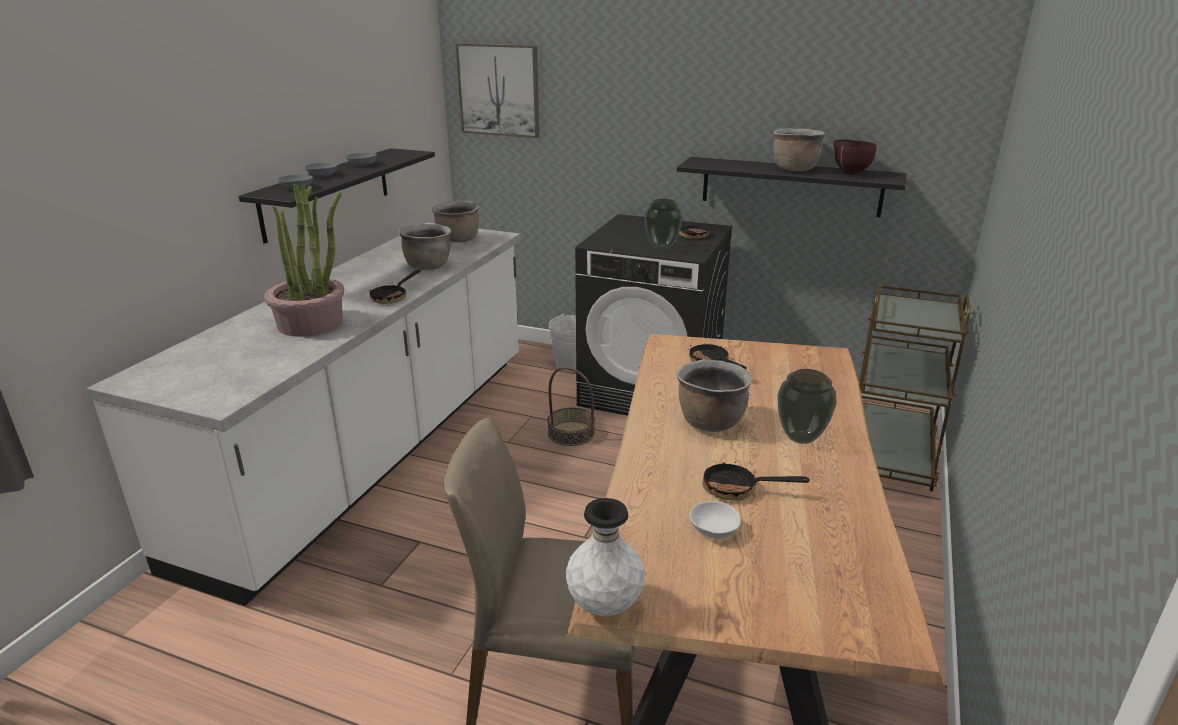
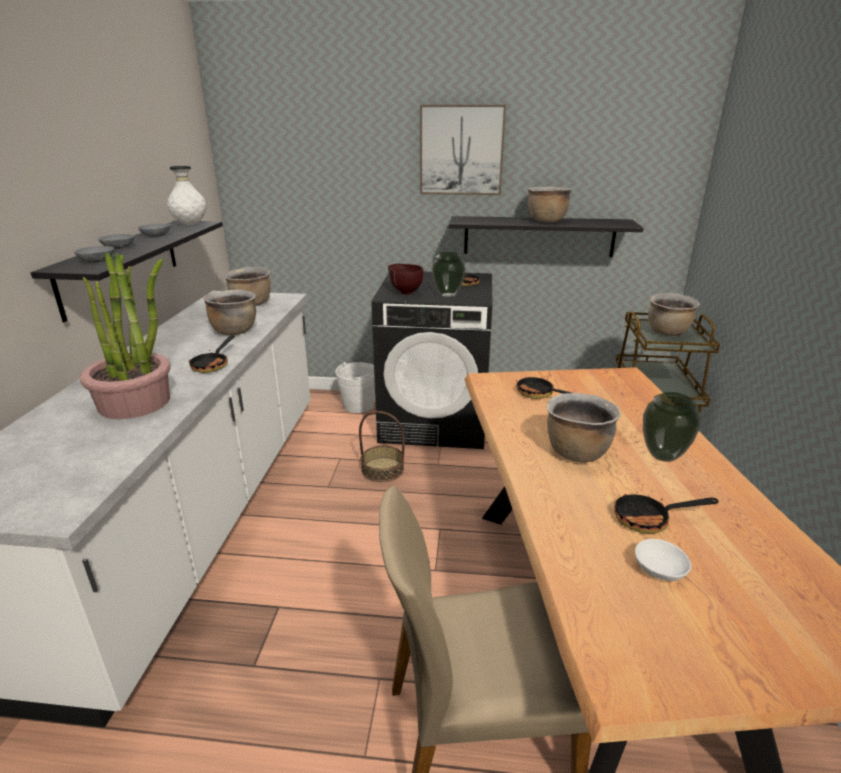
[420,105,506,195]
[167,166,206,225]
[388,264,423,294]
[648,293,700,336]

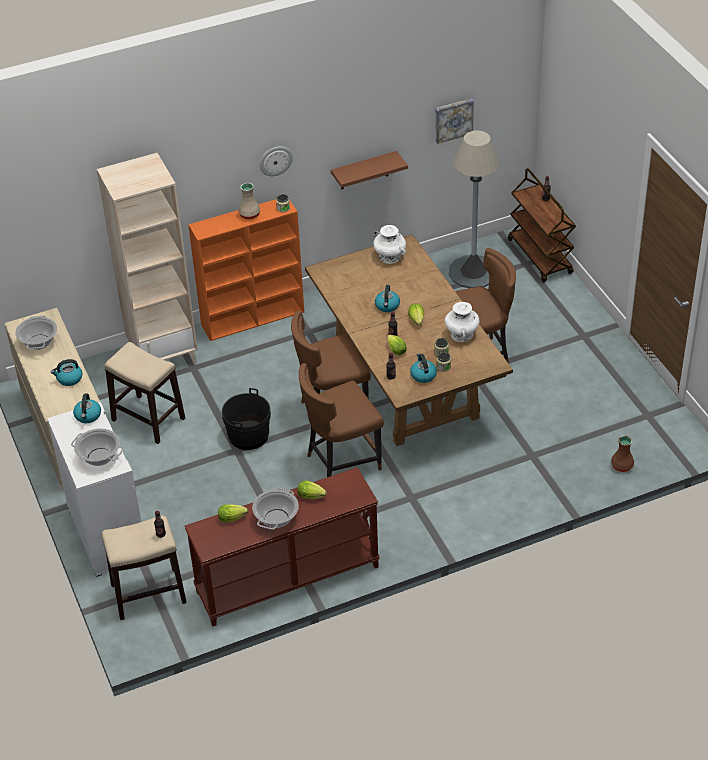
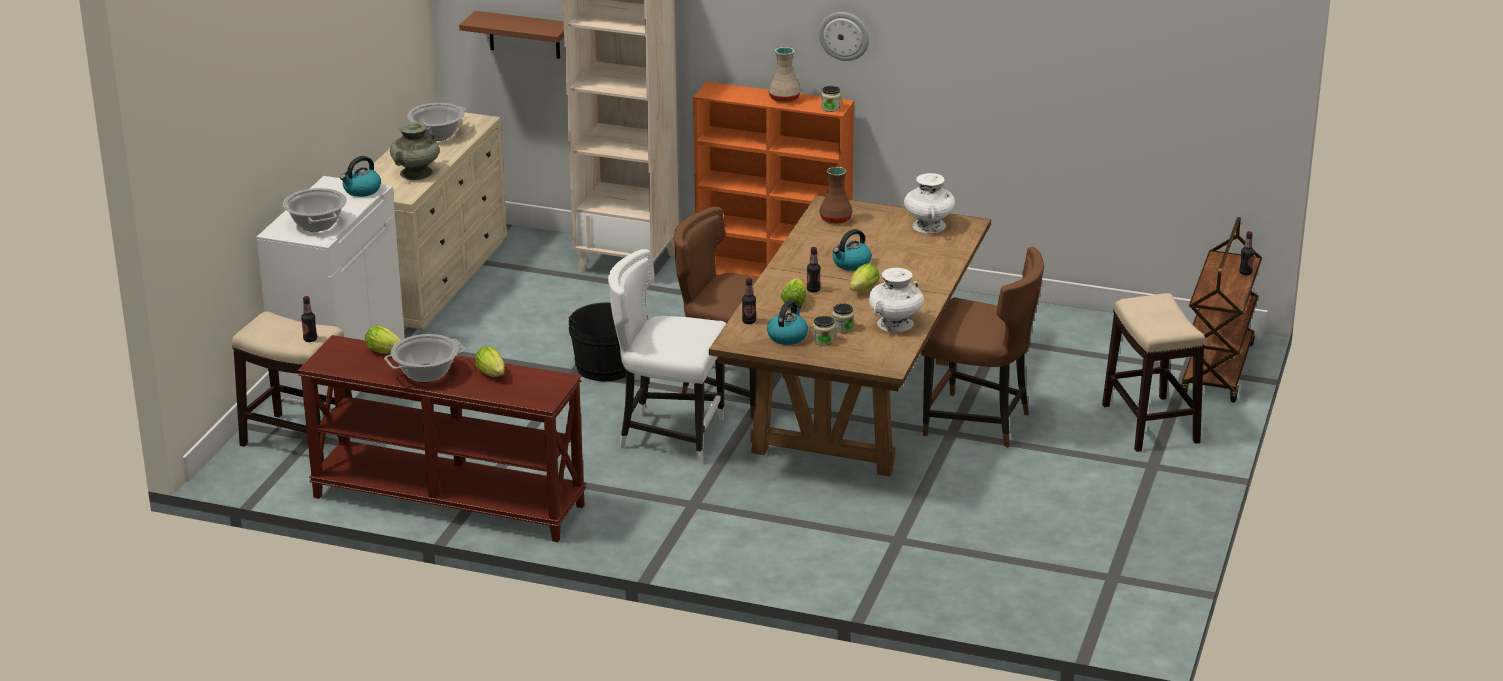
[390,122,440,180]
[1102,293,1205,452]
[608,249,727,464]
[459,11,564,59]
[435,98,474,144] (first image)
[449,130,500,288] (first image)
[819,167,853,224]

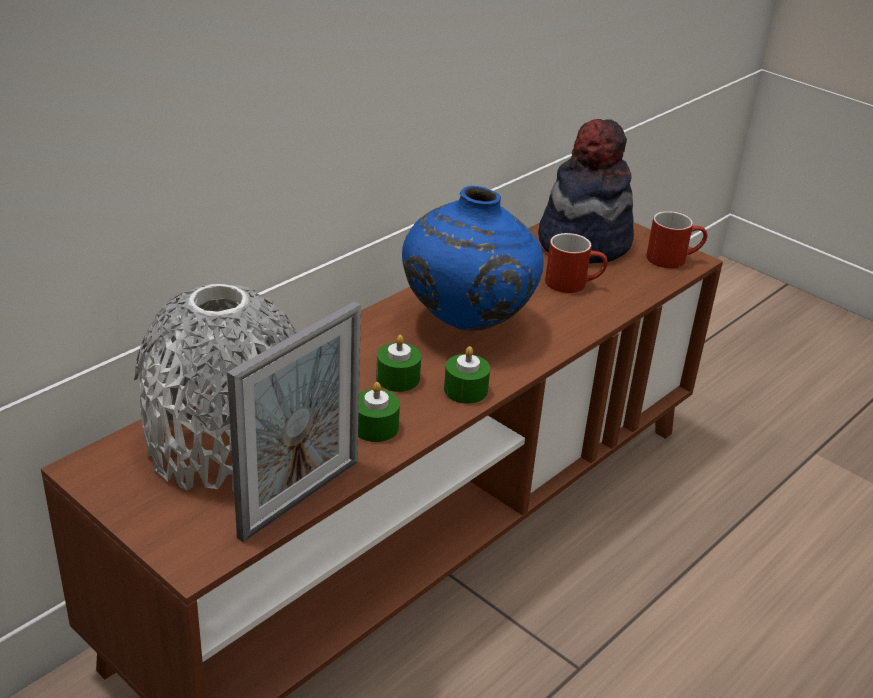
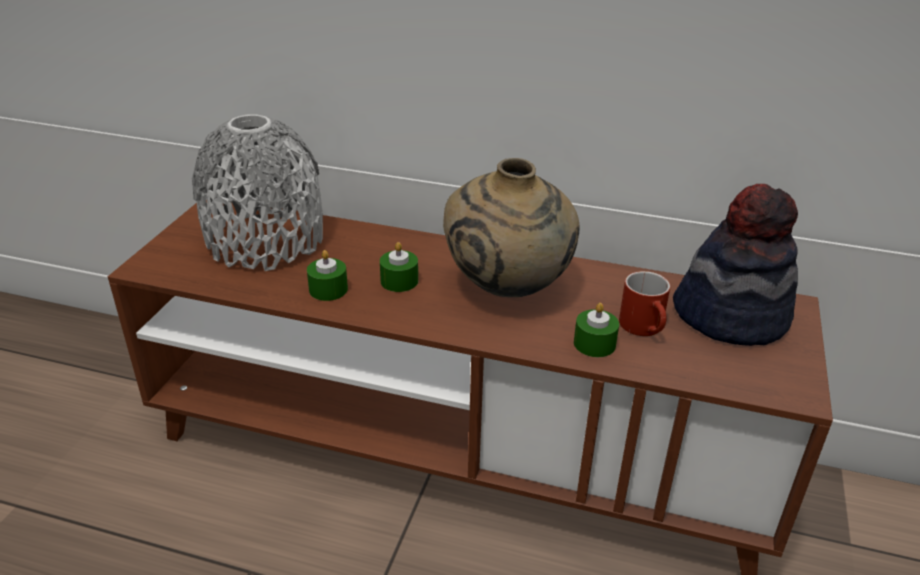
[227,301,361,542] (first image)
[443,158,579,297]
[574,303,619,357]
[646,211,707,268] (first image)

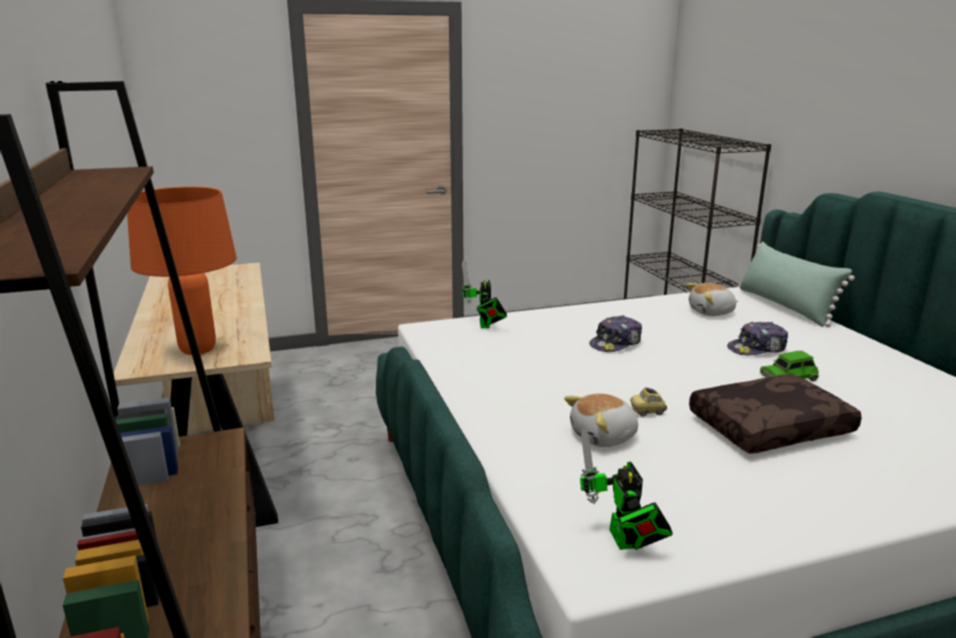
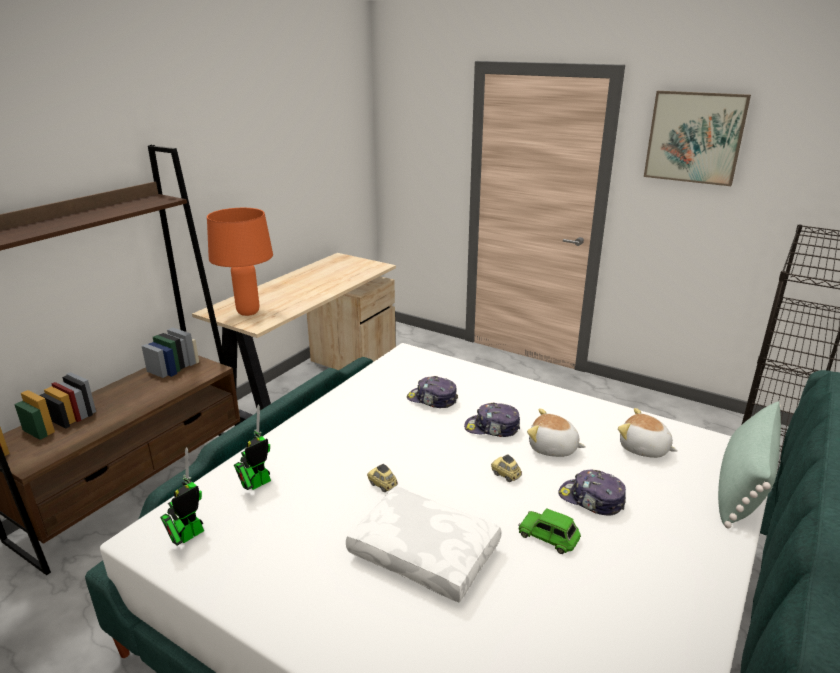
[234,404,271,490]
[527,408,586,457]
[346,486,502,602]
[407,376,458,408]
[491,454,522,482]
[644,91,751,186]

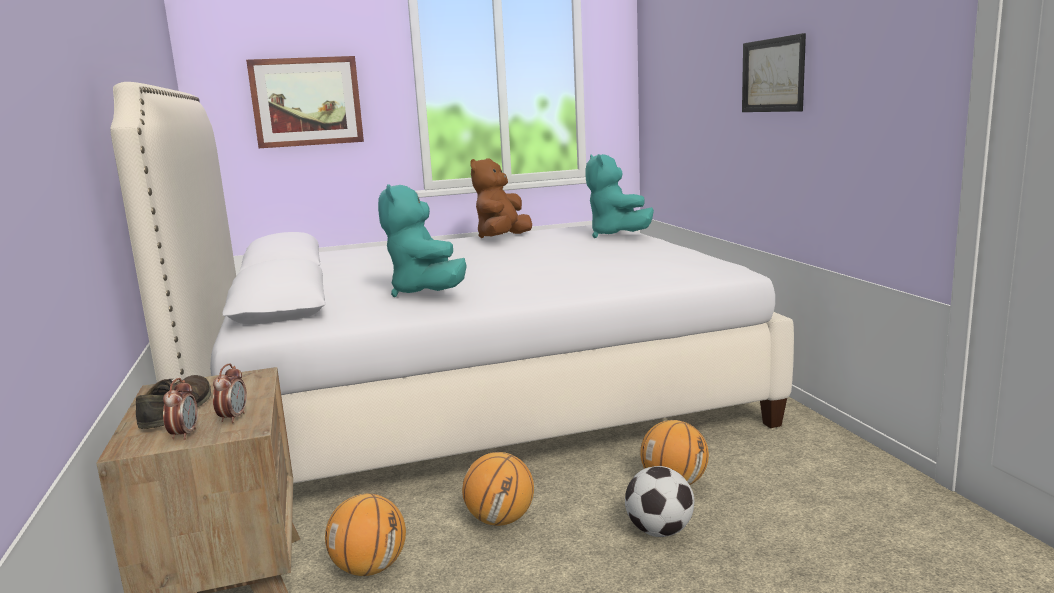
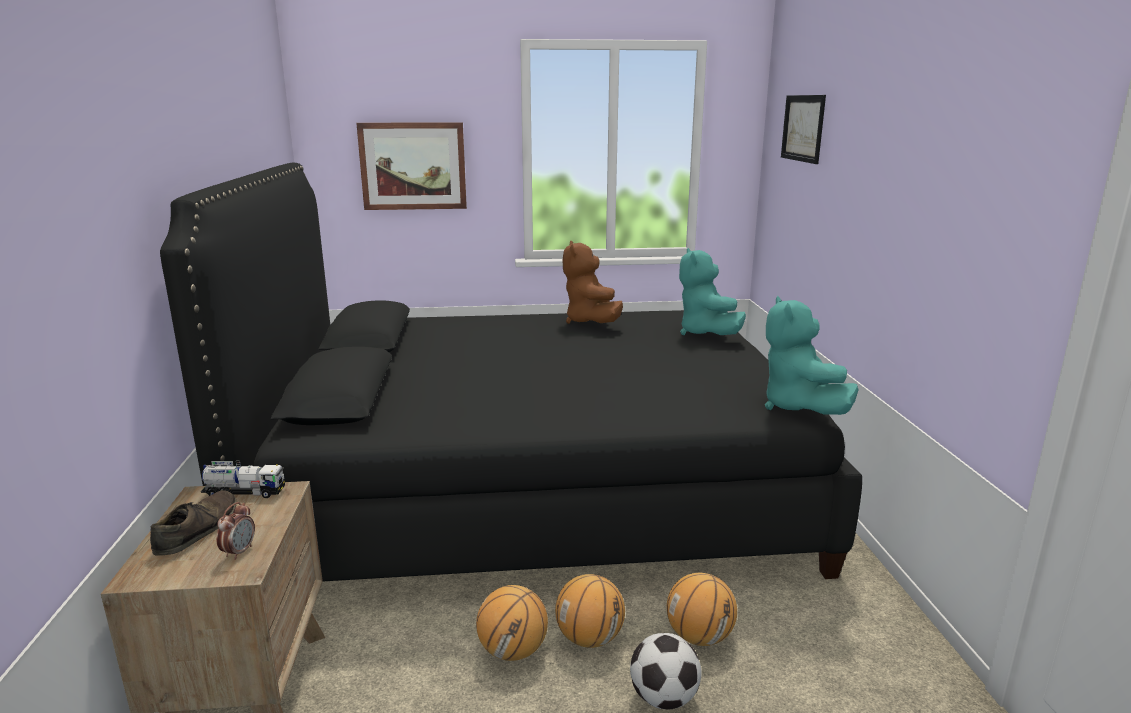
[160,163,862,581]
[163,378,198,440] (first image)
[555,574,625,648]
[765,296,859,415]
[563,241,623,324]
[781,95,826,164]
[201,461,285,498]

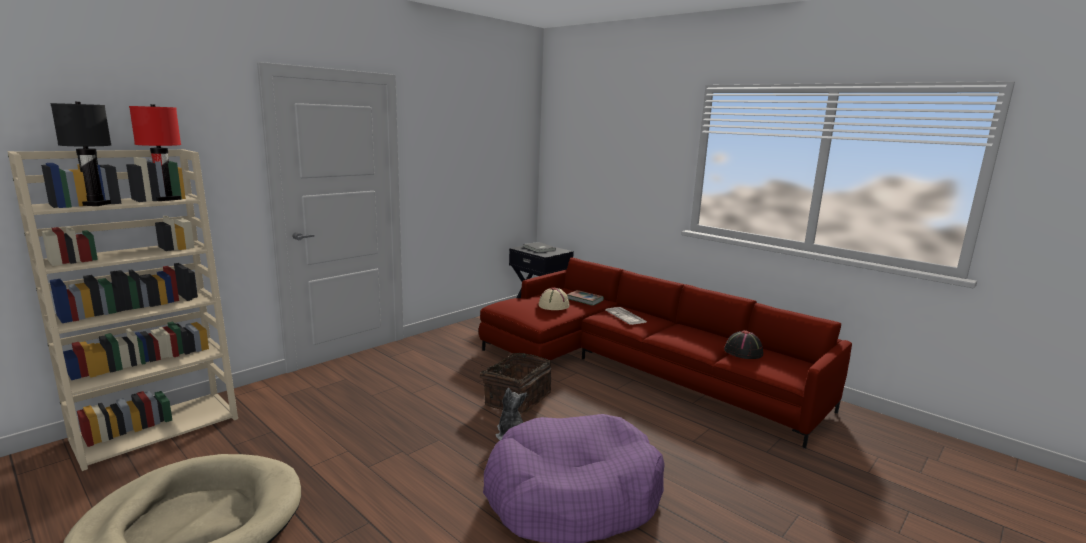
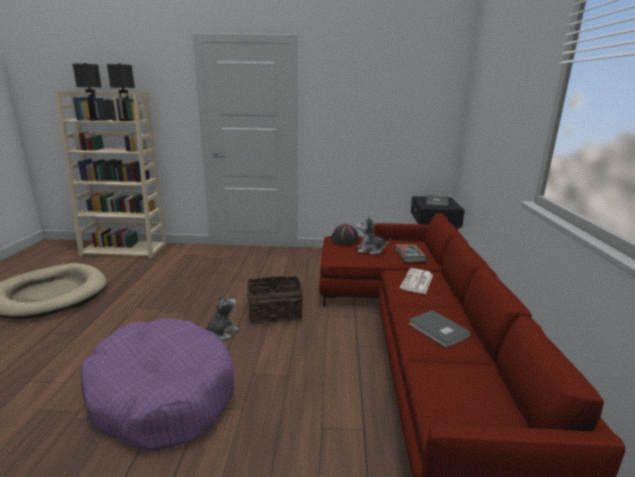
[107,63,135,121]
[356,216,391,255]
[331,224,359,245]
[409,310,471,348]

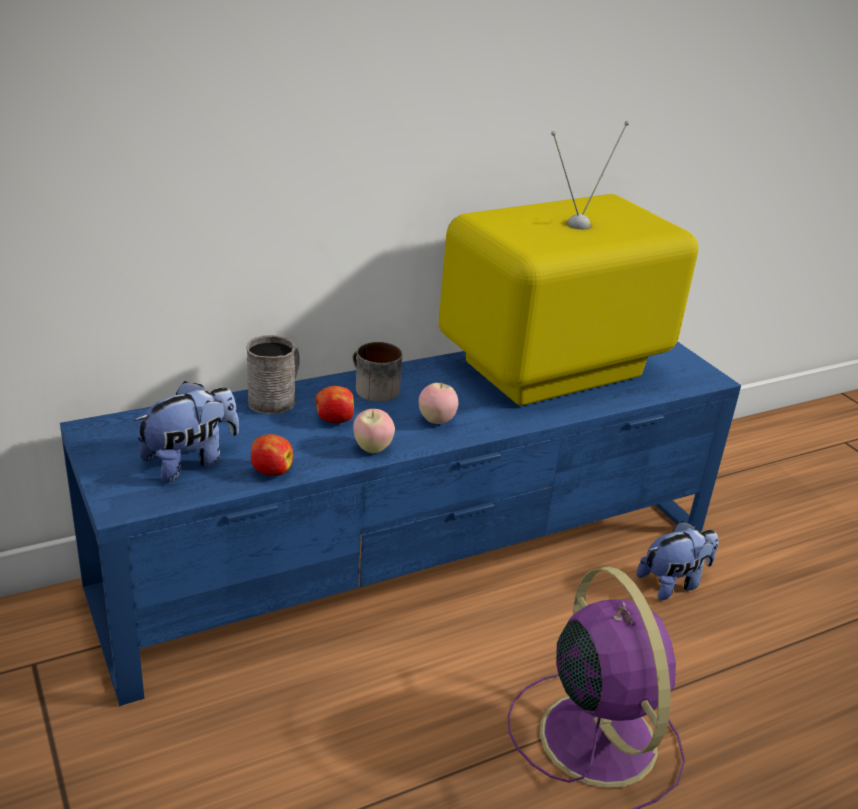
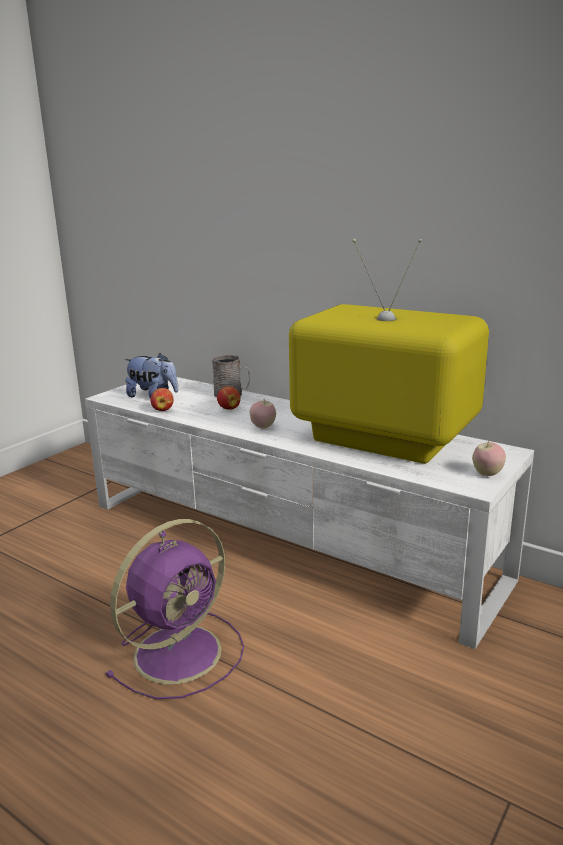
[85,377,534,649]
[353,342,402,402] (first image)
[472,440,506,476]
[636,521,719,600] (first image)

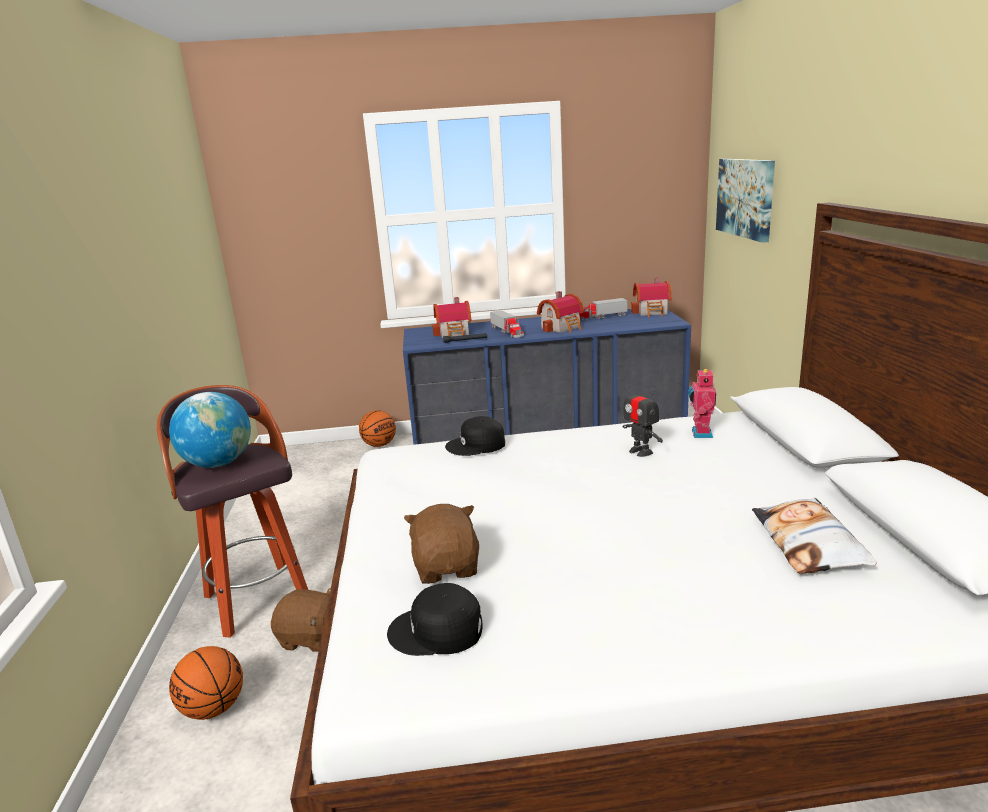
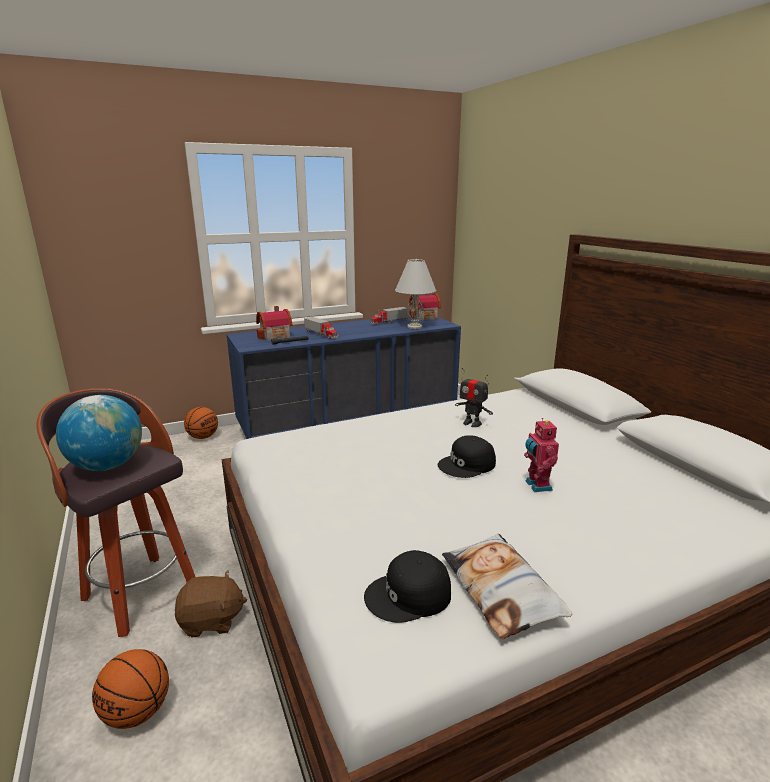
[404,504,479,584] (first image)
[438,435,496,478]
[537,291,584,333] (first image)
[524,418,559,492]
[716,159,775,243] (first image)
[442,533,572,639]
[395,259,436,329]

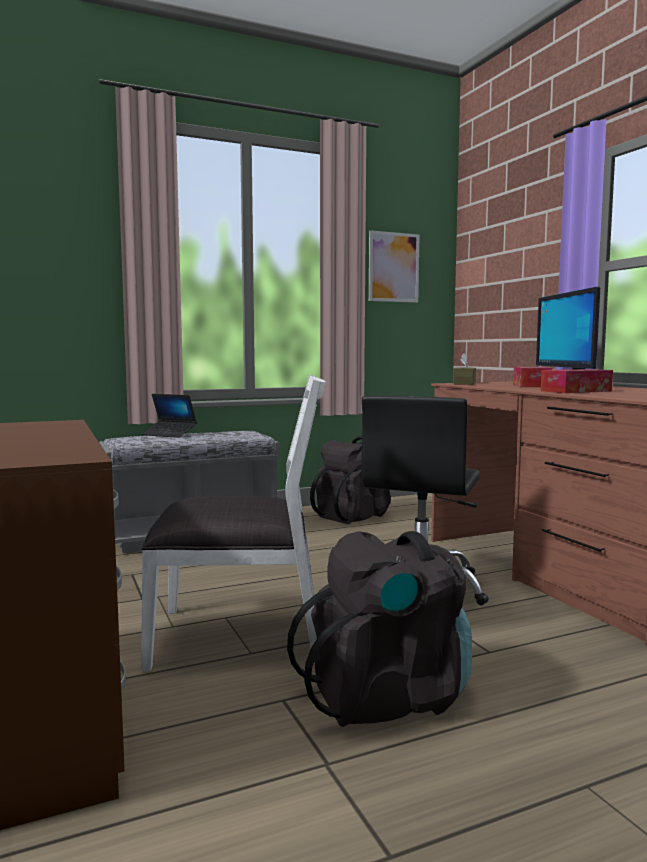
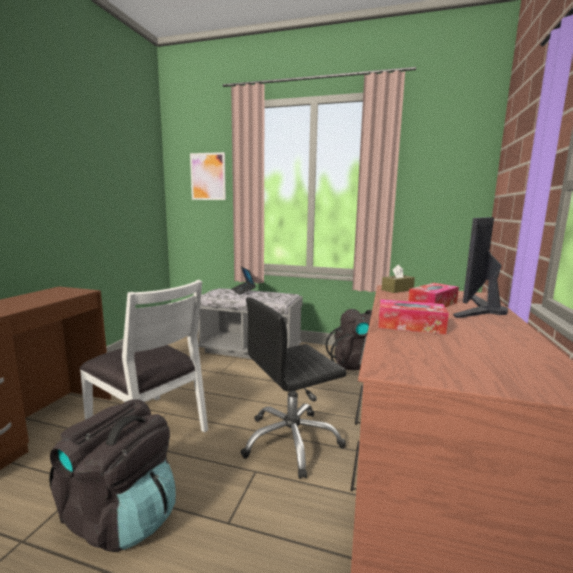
[190,152,226,200]

